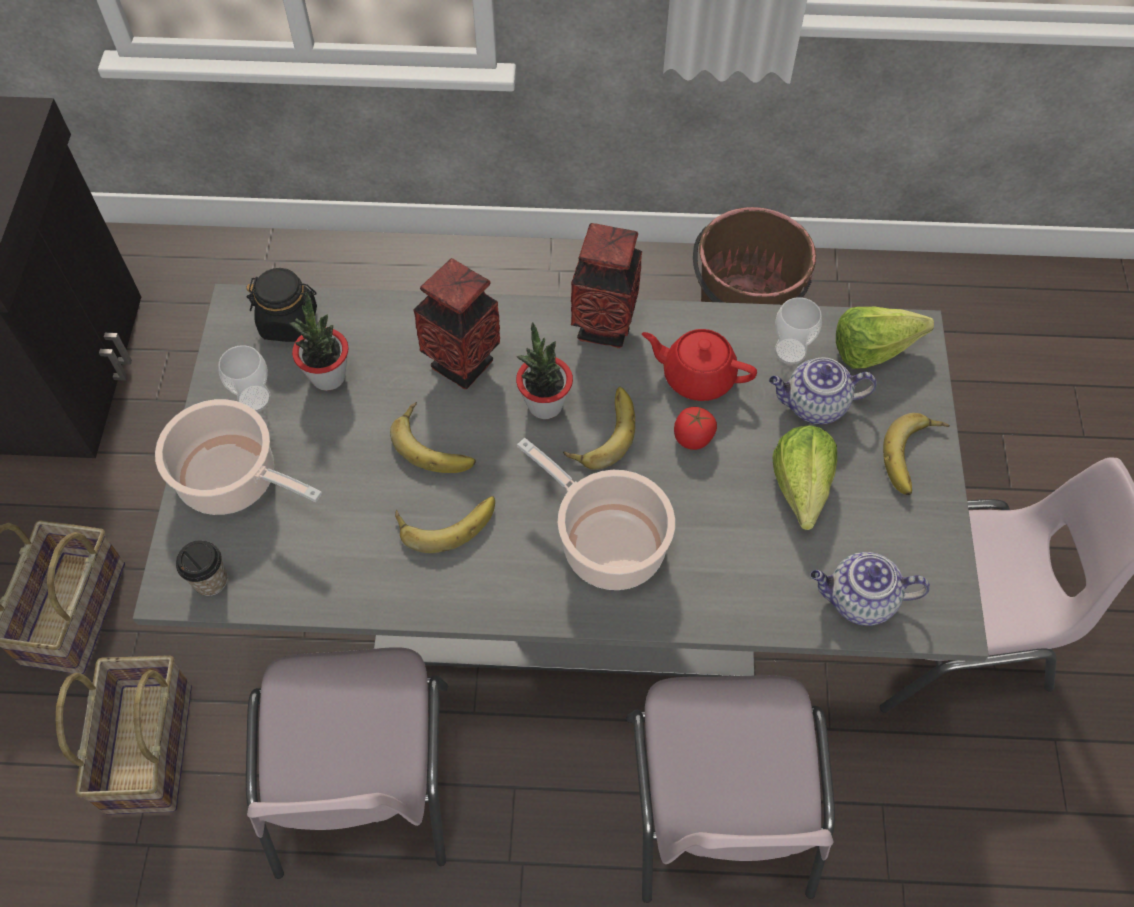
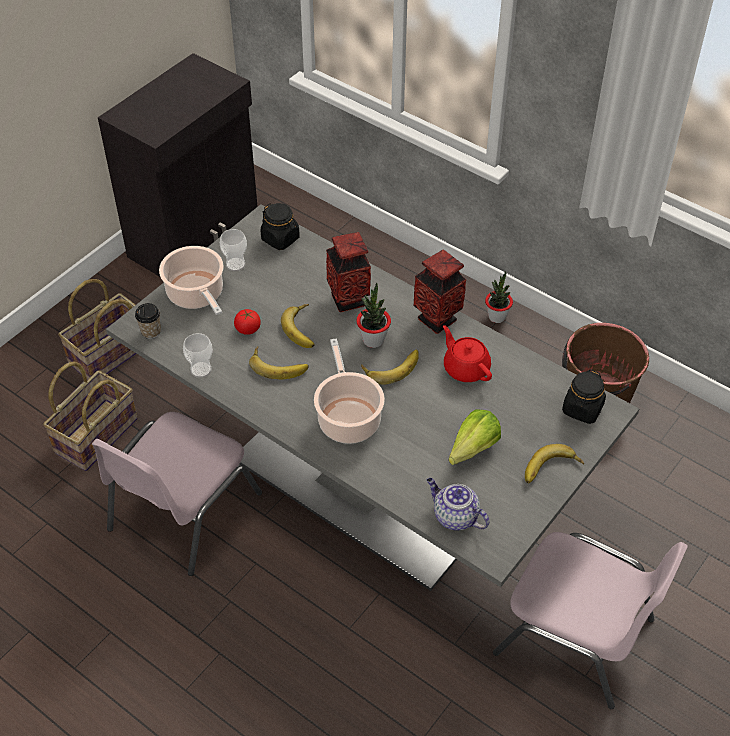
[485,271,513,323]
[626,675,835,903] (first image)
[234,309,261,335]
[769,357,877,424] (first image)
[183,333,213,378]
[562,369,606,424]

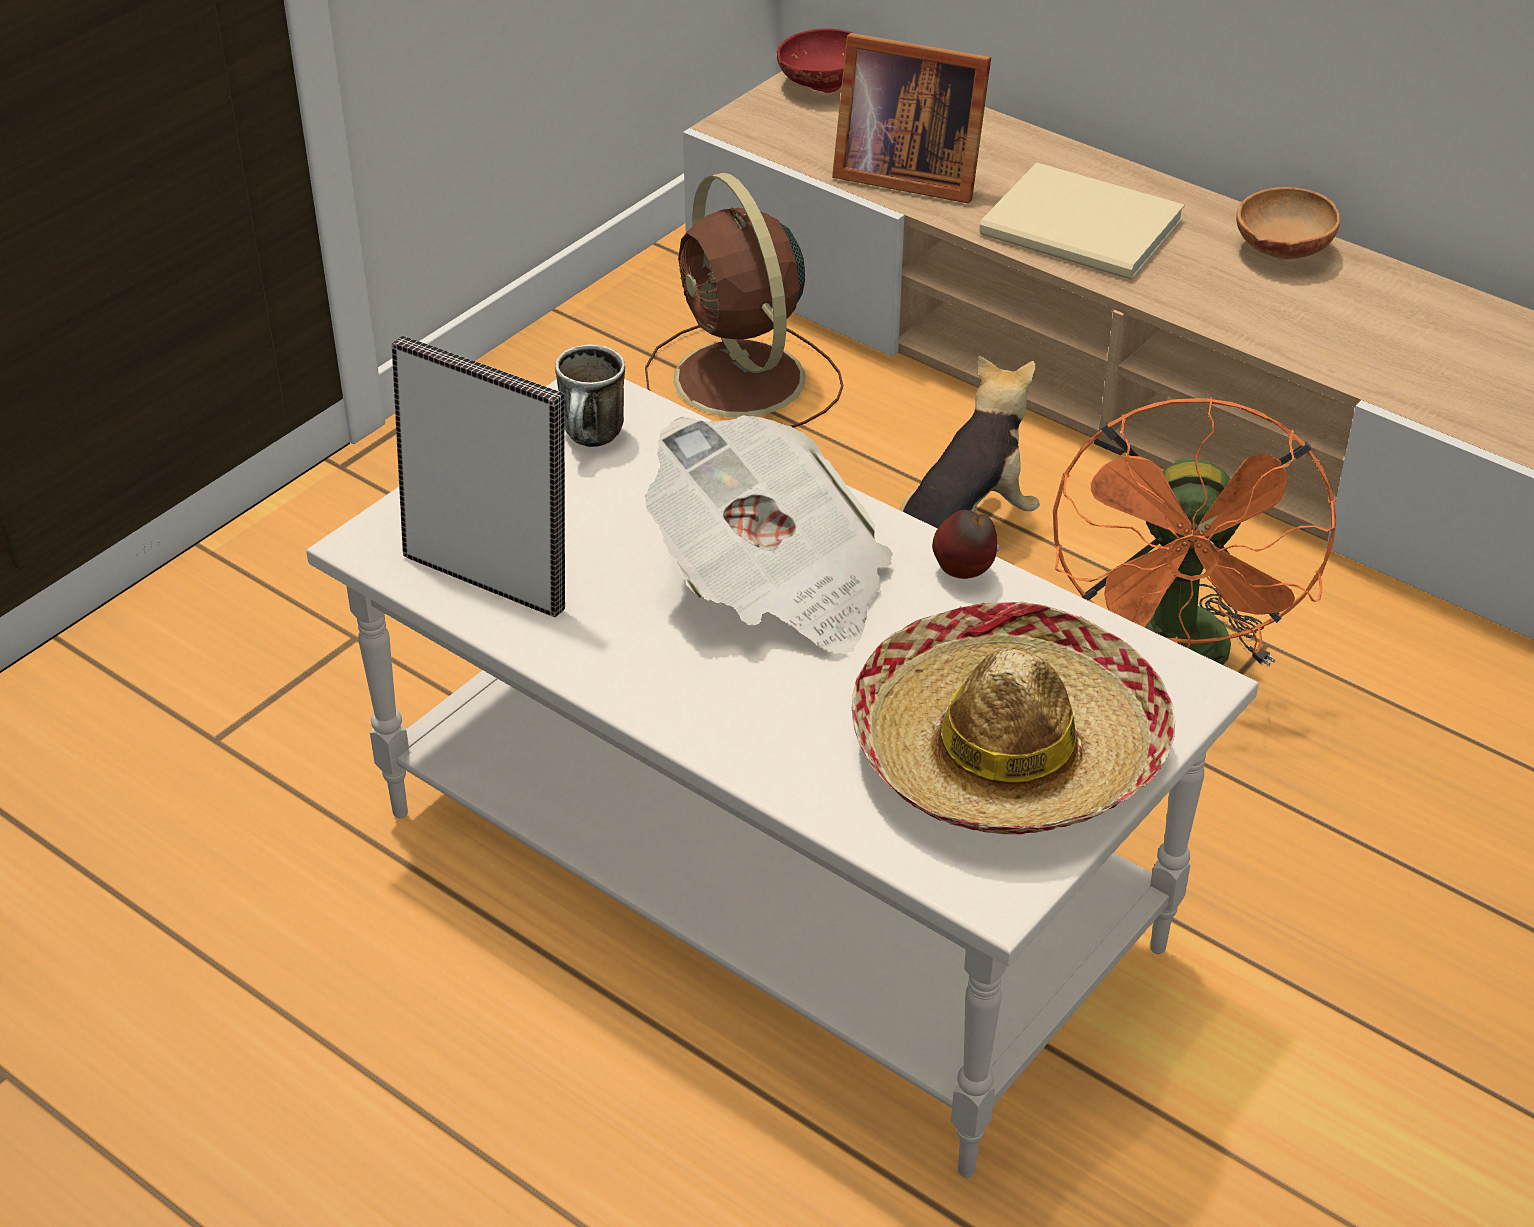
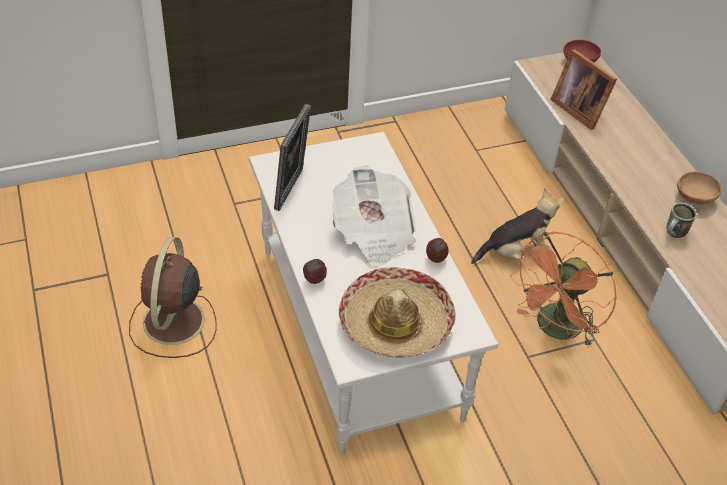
[274,104,311,211]
[666,203,697,238]
[129,237,217,358]
[979,162,1185,280] (first image)
[303,259,327,284]

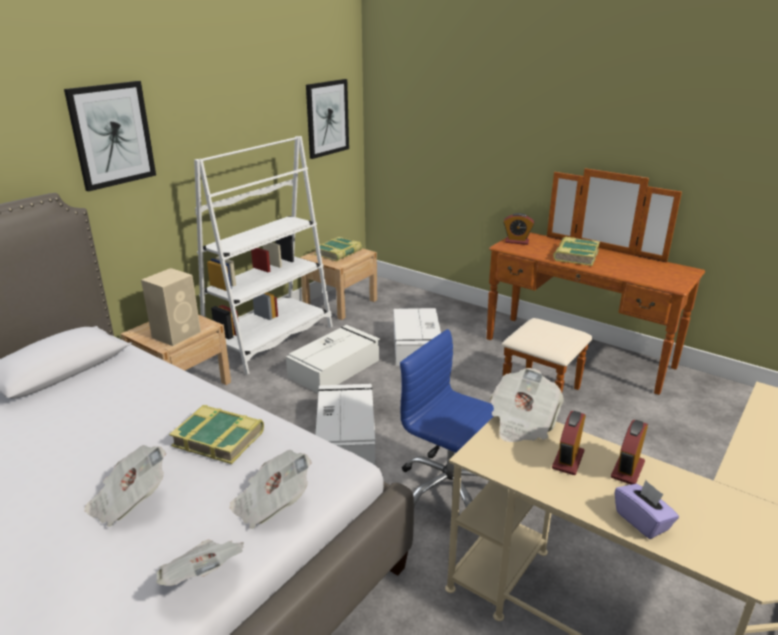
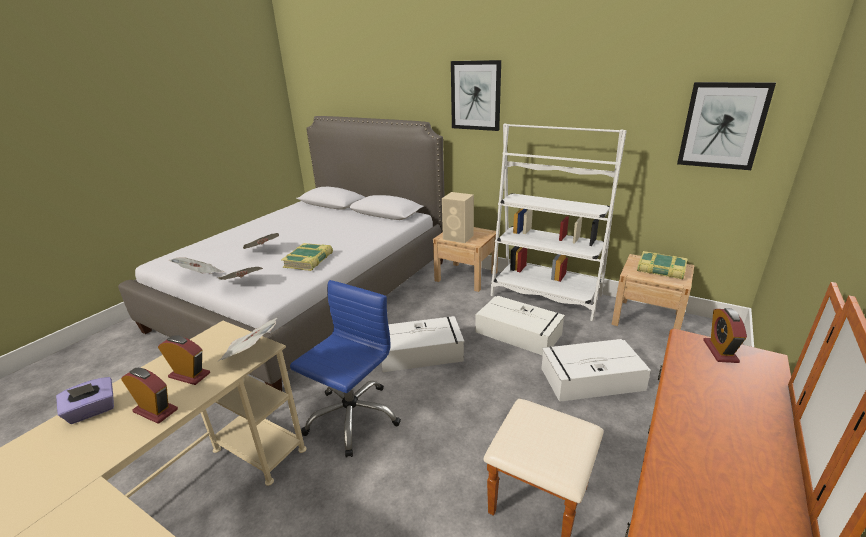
[553,236,600,266] (first image)

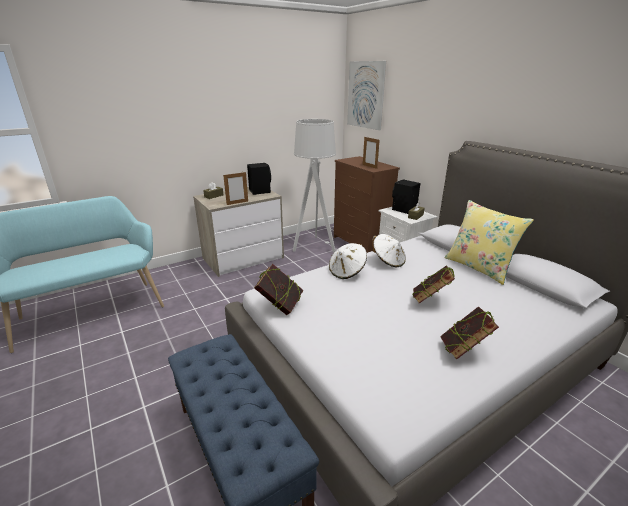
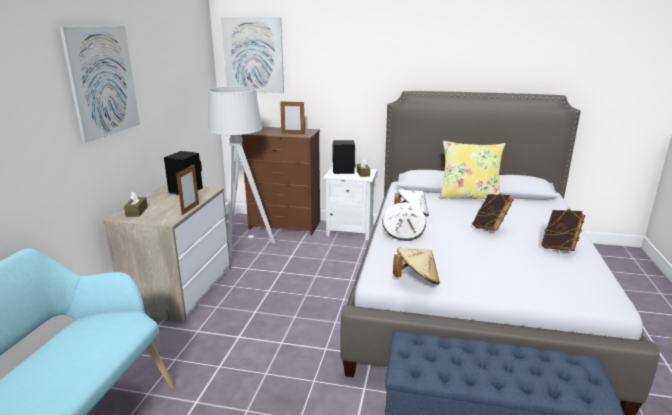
[393,248,440,284]
[60,26,140,143]

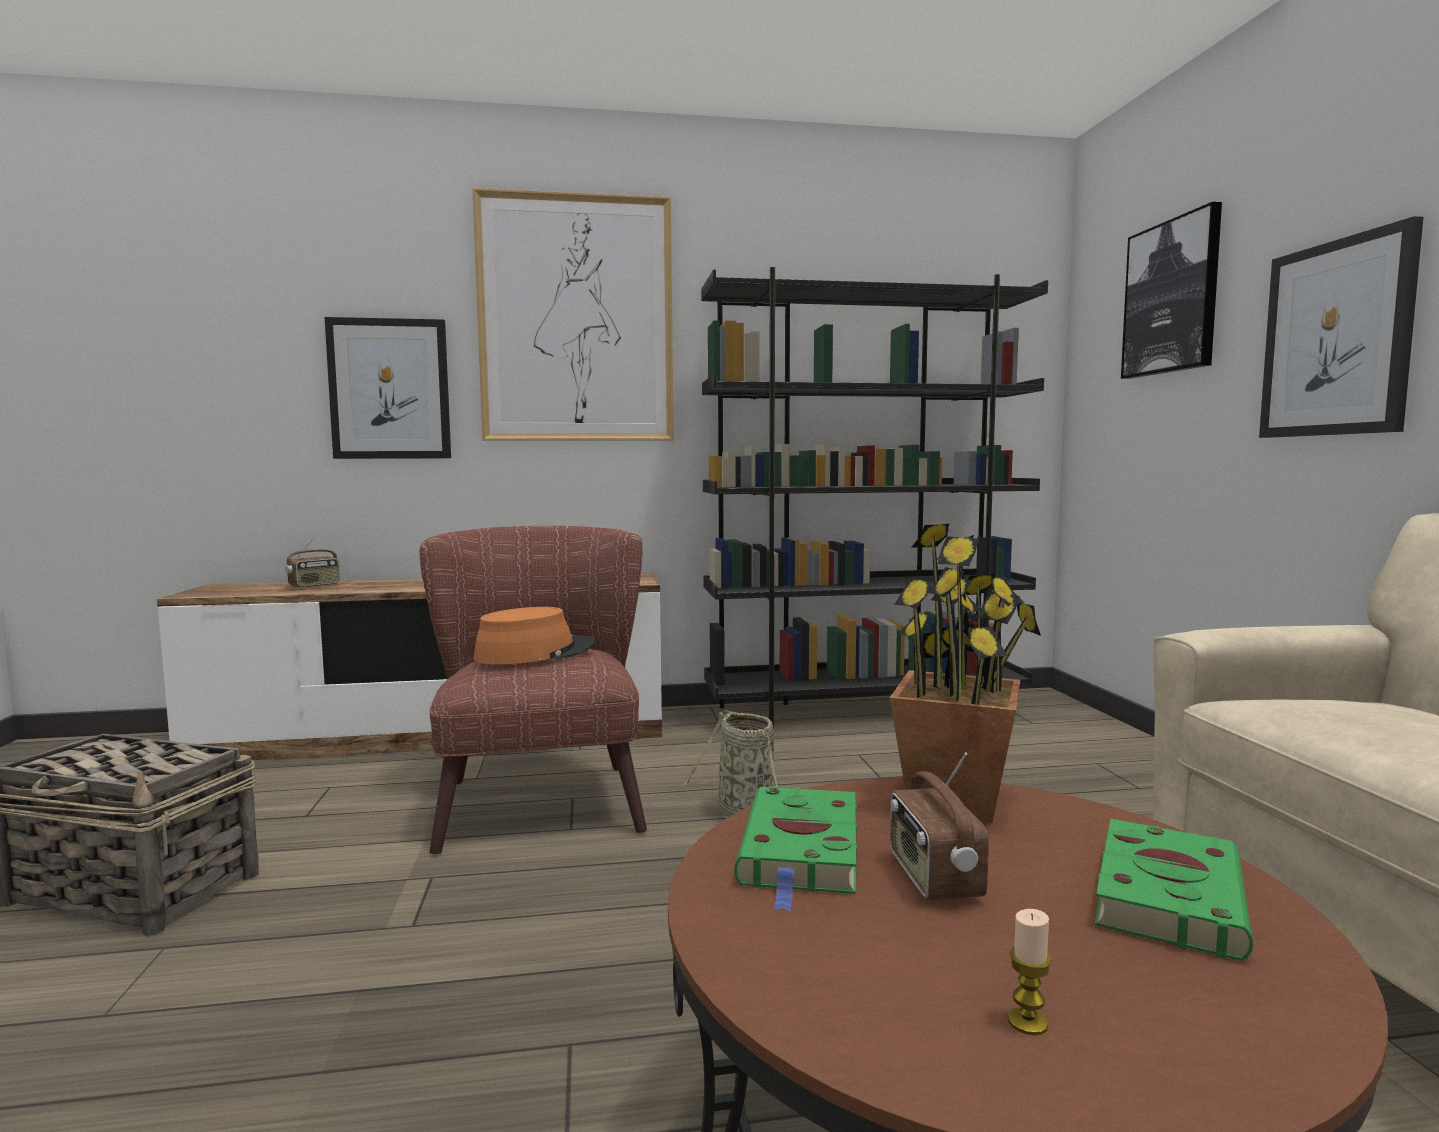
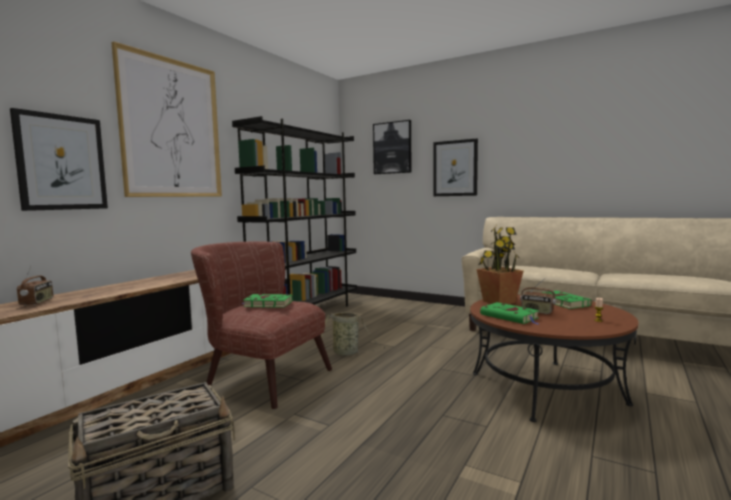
[242,294,293,308]

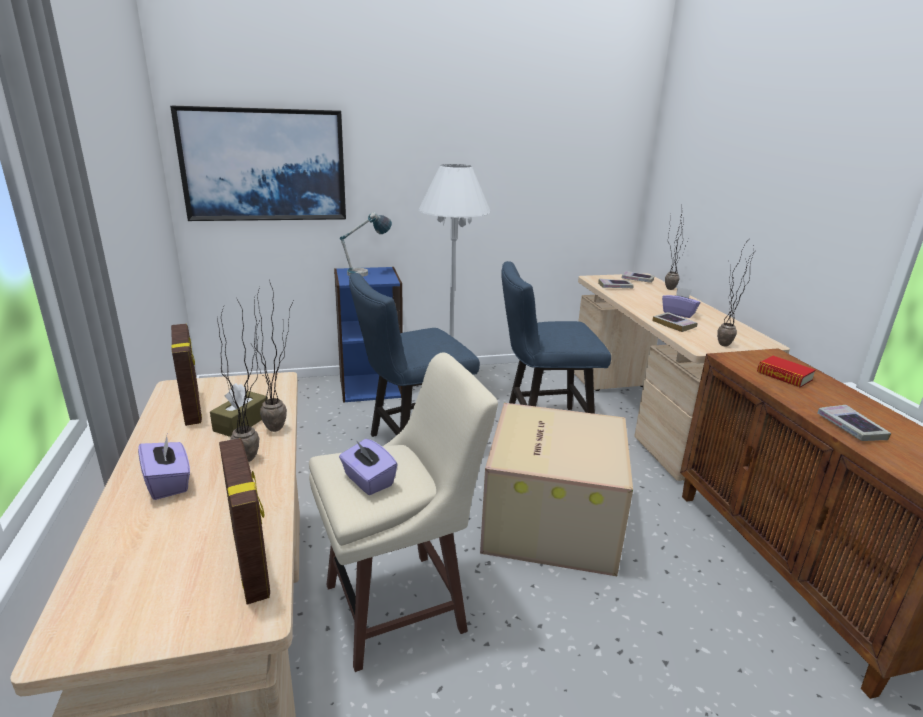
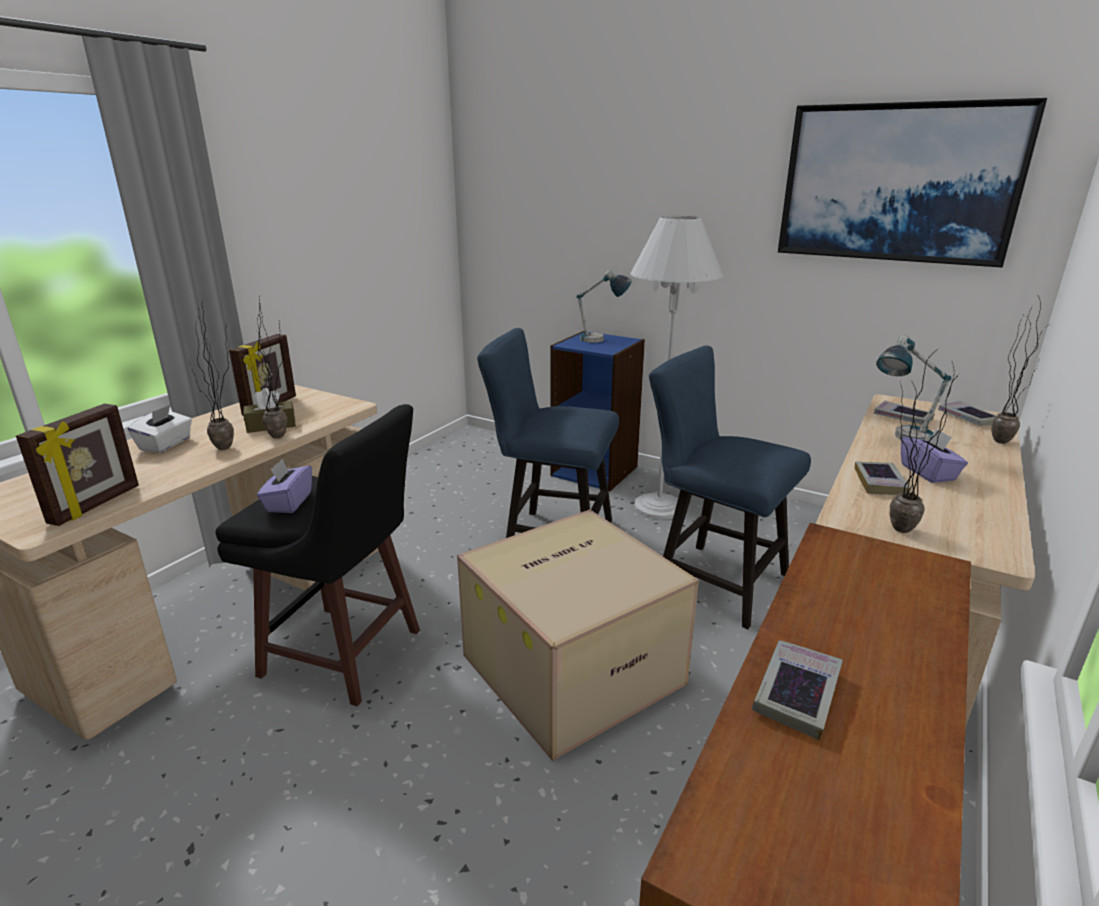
[128,405,192,453]
[778,98,1047,267]
[216,404,420,706]
[757,356,816,387] (first image)
[876,335,952,441]

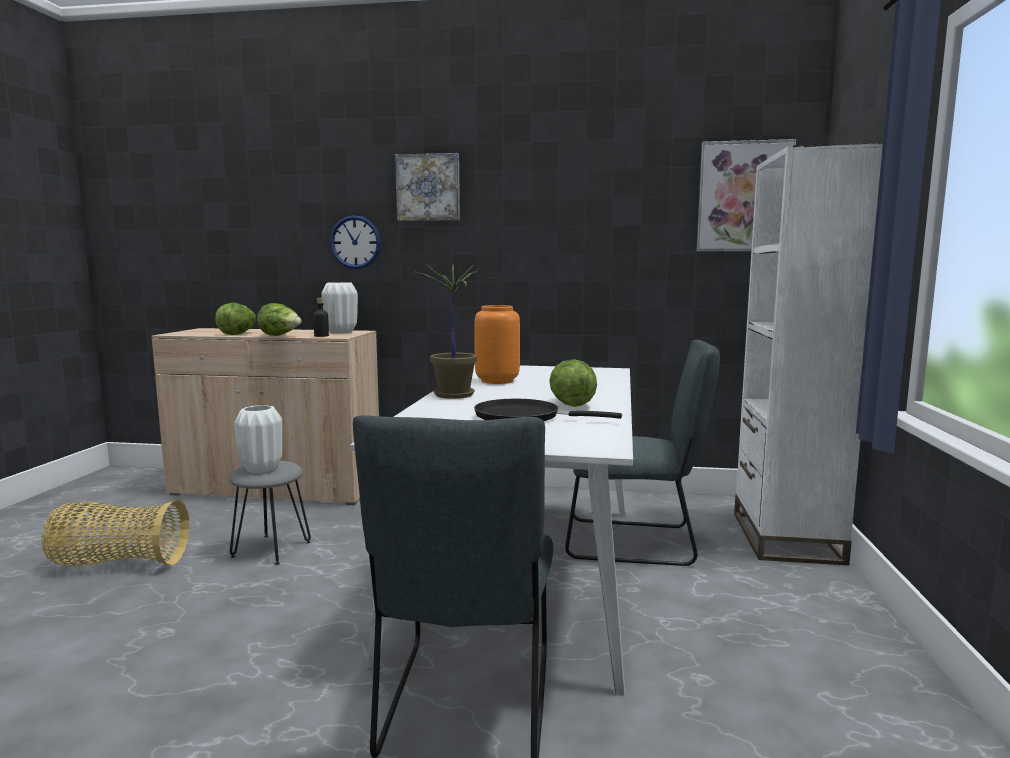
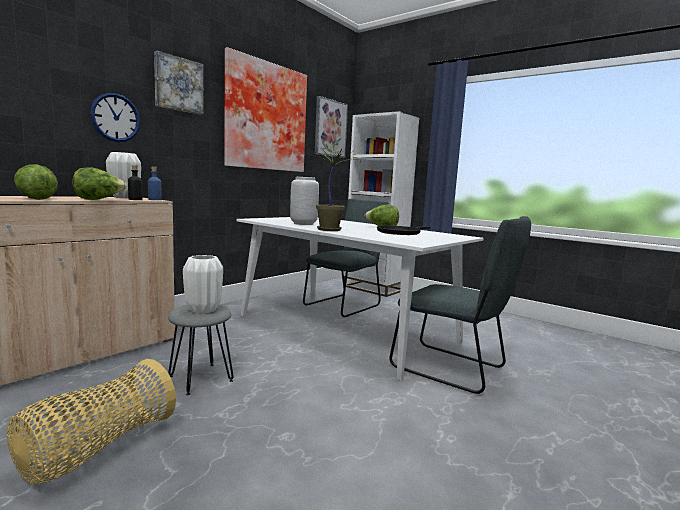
[290,177,319,225]
[148,167,162,200]
[224,47,307,172]

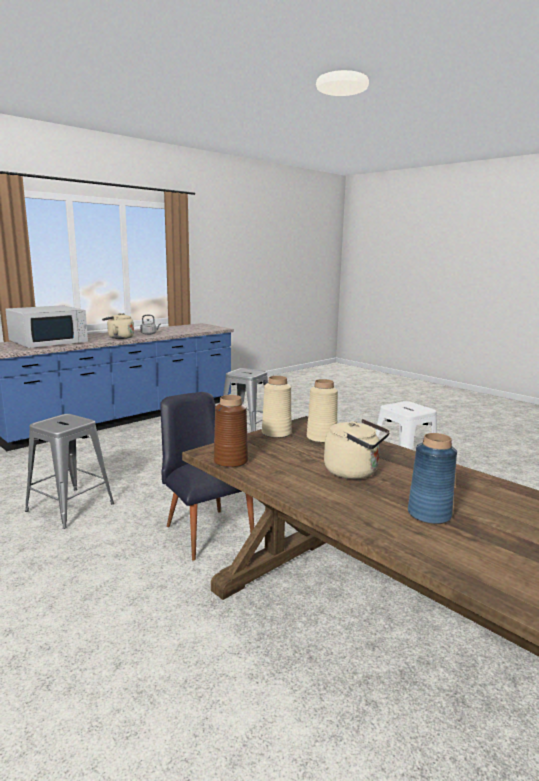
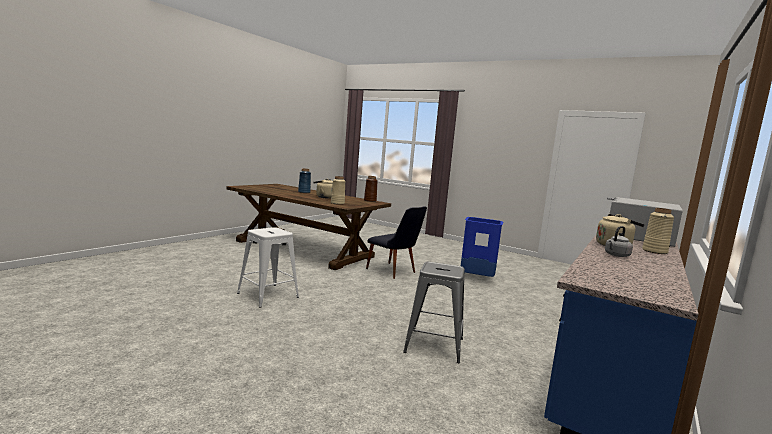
[461,217,503,277]
[642,208,674,254]

